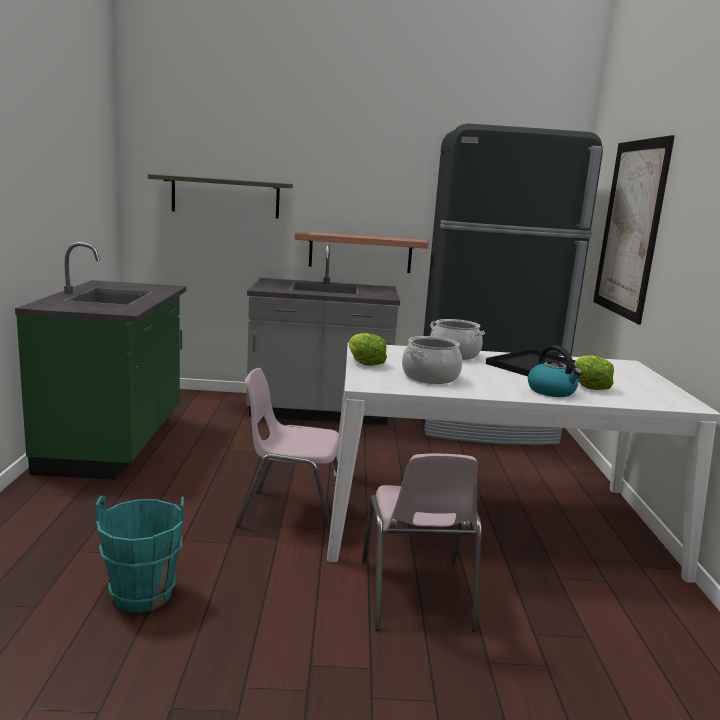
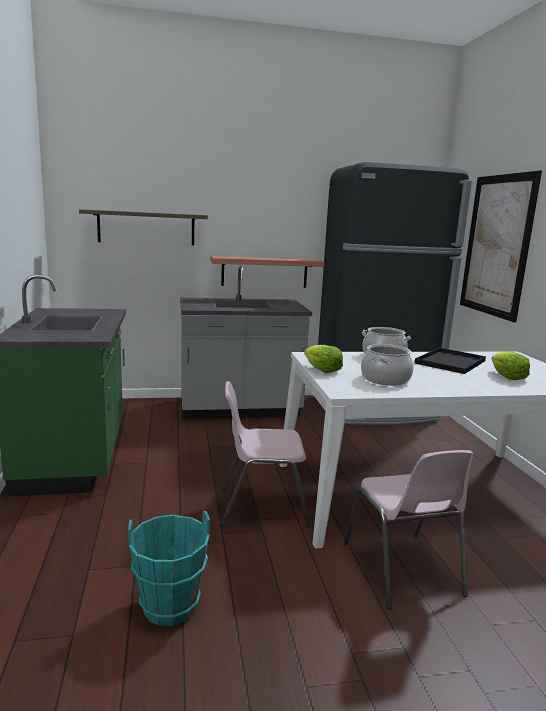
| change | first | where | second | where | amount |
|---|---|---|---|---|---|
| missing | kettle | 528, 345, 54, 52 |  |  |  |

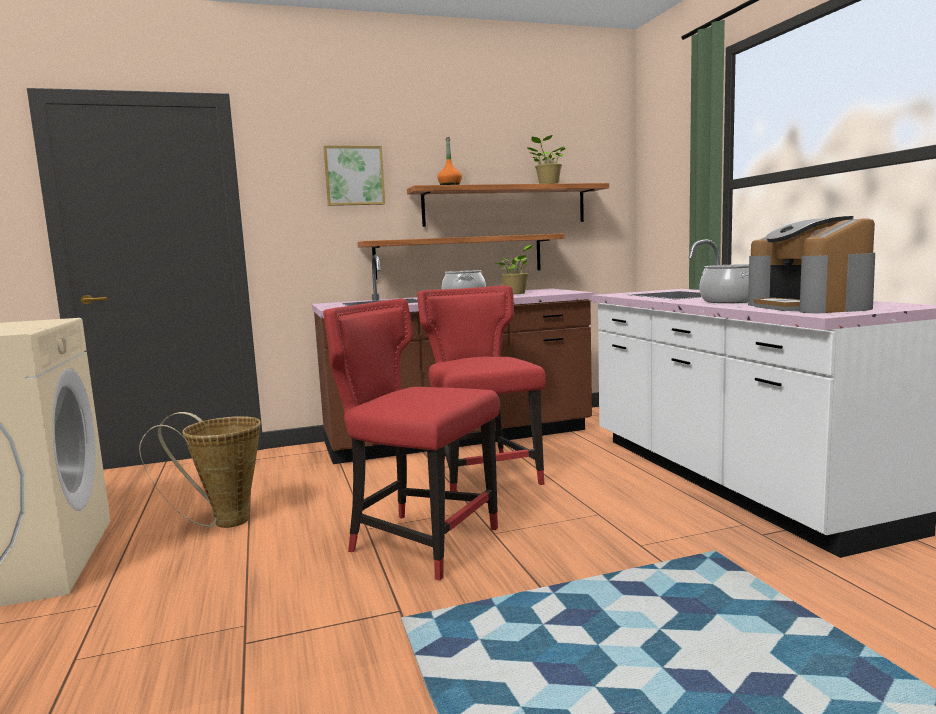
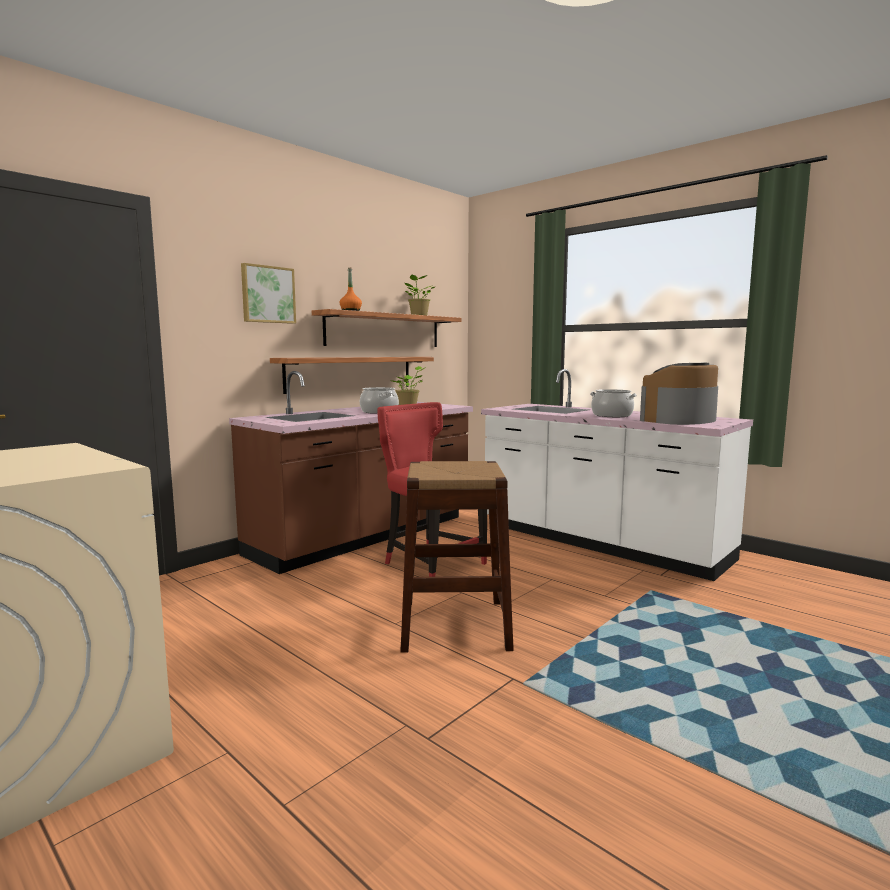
| change | first | where | second | where | amount |
|---|---|---|---|---|---|
| missing | household basket | 139, 412, 122, 116 |  |  |  |
| exchanged | plain chair in red-coloured | 323, 299, 177, 282 | stool in brown-coloured | 400, 461, 114, 192 |  |
| spun | coffee maker | 748, 216, 127, 97 |  | 640, 363, 78, 62 | 90 degrees clockwise |

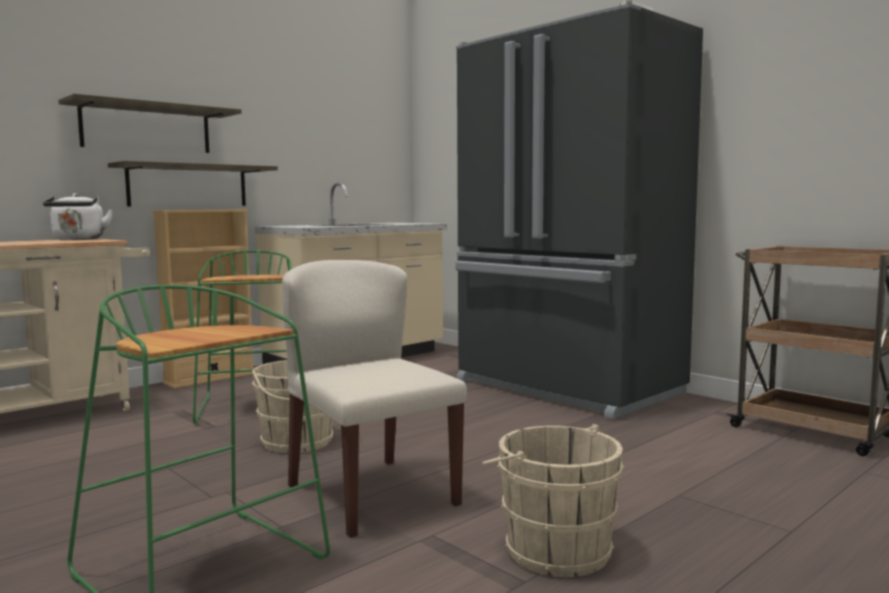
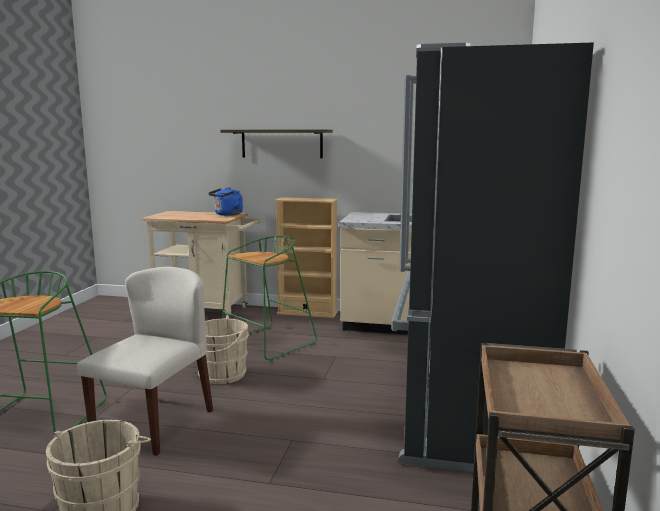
| change | first | where | second | where | amount |
|---|---|---|---|---|---|
| colour | kettle in whitish | 43, 193, 70, 47 | kettle in blue-coloured | 208, 187, 35, 29 |  |
| missing | shelf | 108, 161, 170, 46 |  |  |  |

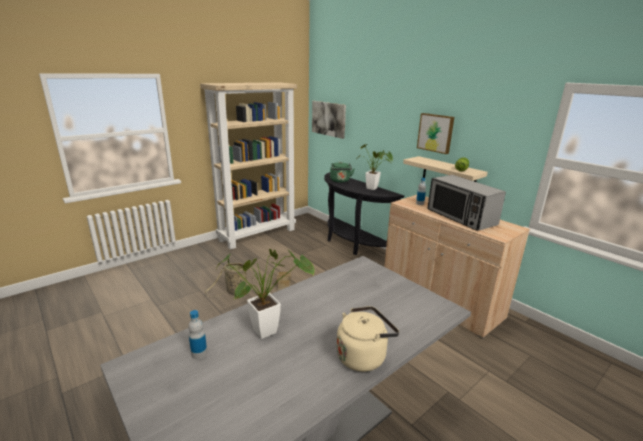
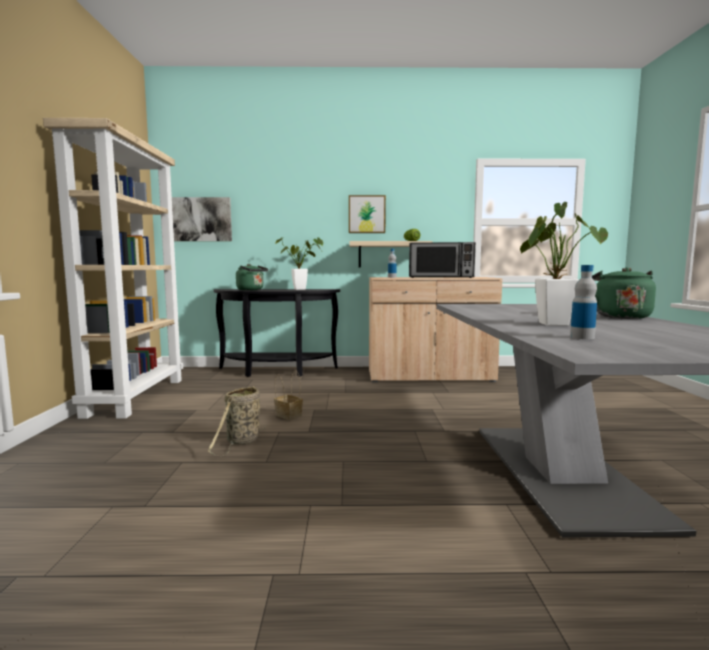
| change | first | where | second | where | amount |
|---|---|---|---|---|---|
| colour | kettle in sand-coloured | 336, 306, 63, 66 | kettle in green | 592, 267, 64, 52 |  |

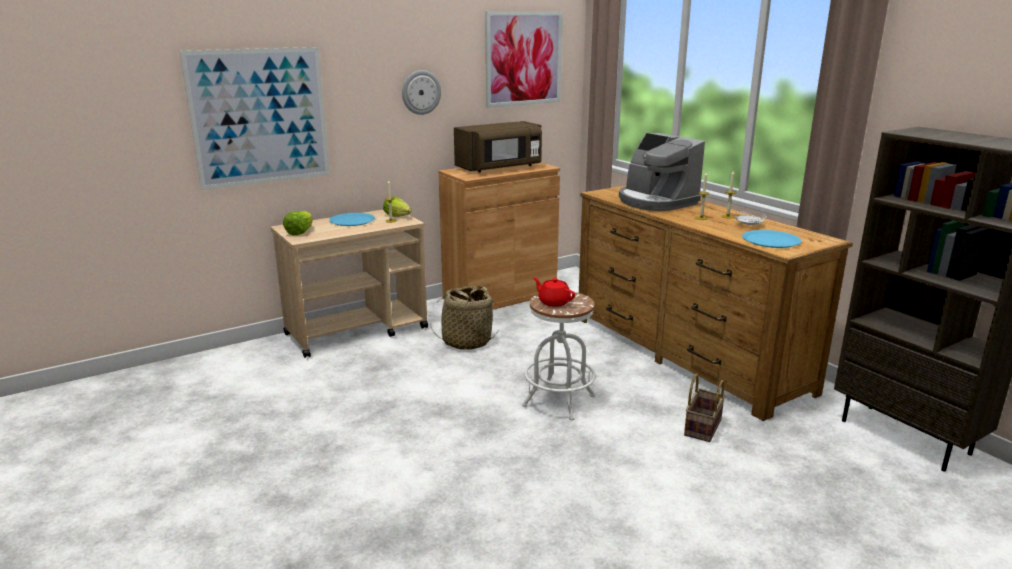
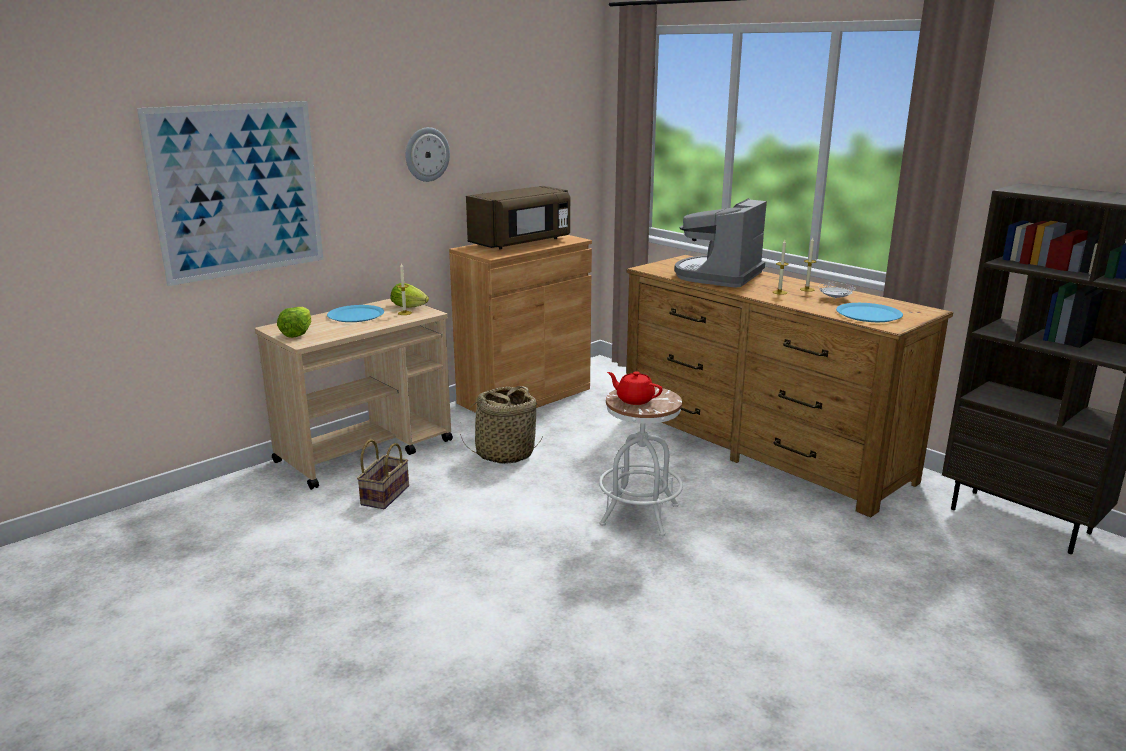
| change | first | where | second | where | amount |
|---|---|---|---|---|---|
| missing | wall picture | 485, 11, 78, 97 |  |  |  |
| spun | coffee maker | 619, 133, 86, 78 |  | 674, 198, 93, 90 | 75 degrees clockwise |
| relocated | household basket | 684, 374, 41, 68 |  | 357, 439, 52, 70 |  |

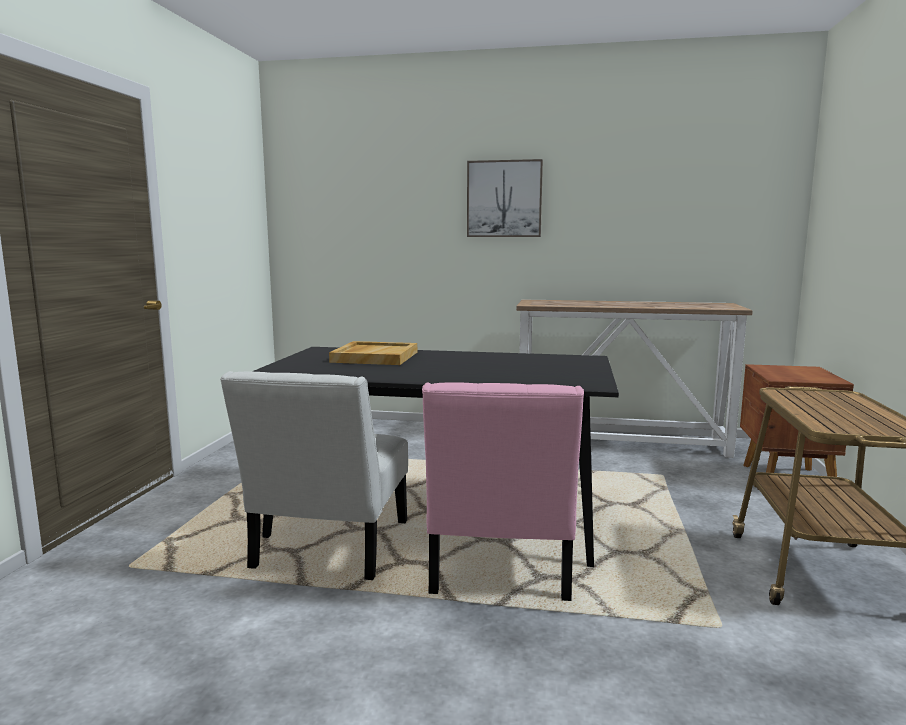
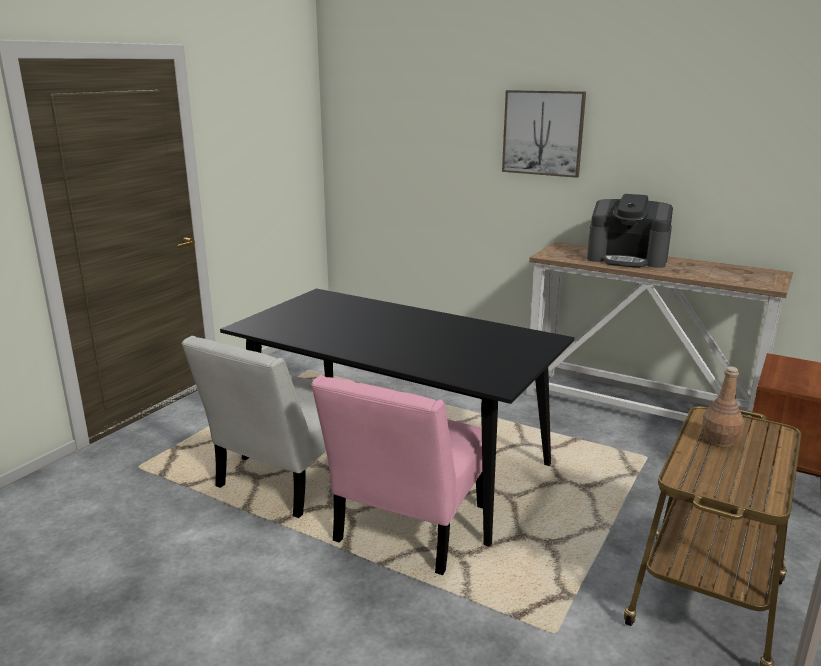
| change | first | where | second | where | amount |
|---|---|---|---|---|---|
| missing | serving tray in sand-coloured | 329, 341, 88, 24 |  |  |  |
| appeared |  |  | coffee maker | 587, 194, 86, 74 |  |
| appeared |  |  | beverage bottle in brown-coloured | 702, 366, 42, 81 |  |

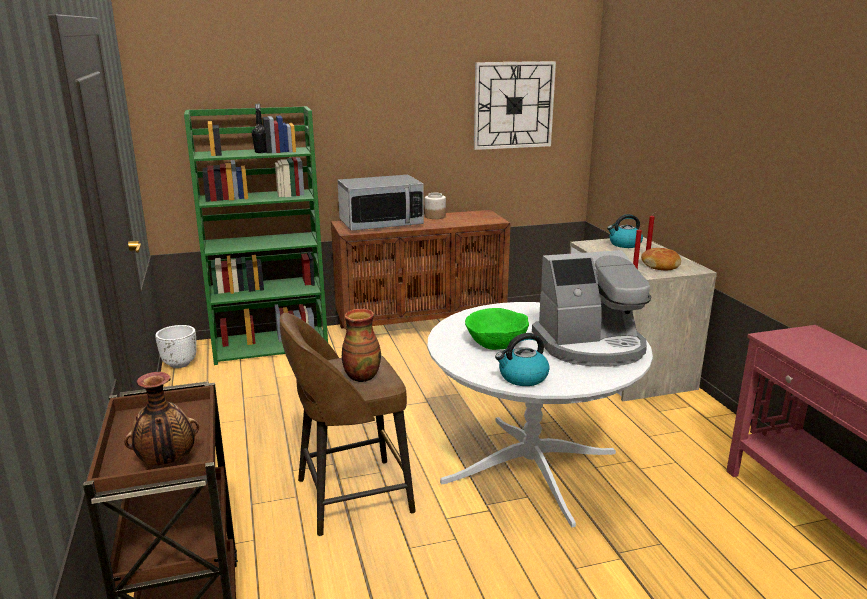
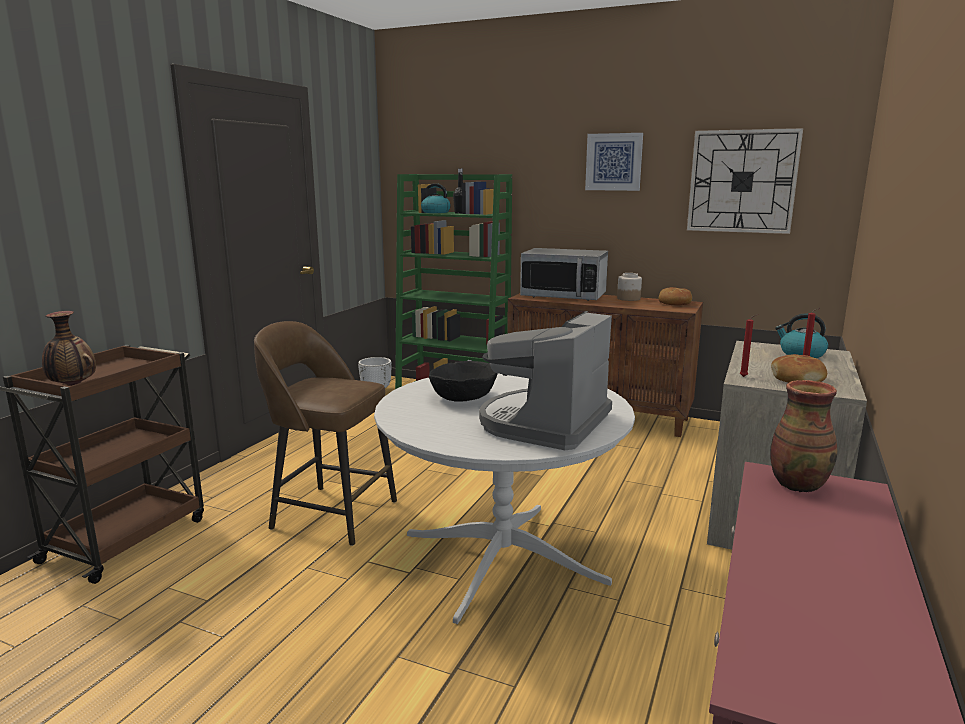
| change | first | where | second | where | amount |
|---|---|---|---|---|---|
| relocated | vase | 342, 309, 39, 73 |  | 770, 380, 67, 113 |  |
| colour | deep dish in green | 465, 308, 64, 42 | deep dish in blackish | 429, 361, 69, 41 |  |
| relocated | kettle | 495, 333, 55, 53 |  | 421, 183, 30, 30 |  |
| spun | coffee maker | 532, 250, 119, 117 |  | 479, 311, 133, 139 | 90 degrees clockwise |
| appeared |  |  | wall picture | 585, 133, 58, 58 |  |
| appeared |  |  | bakery bread | 658, 287, 34, 19 |  |

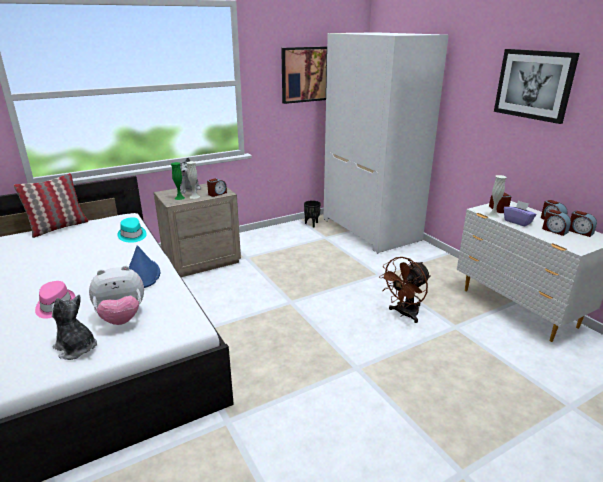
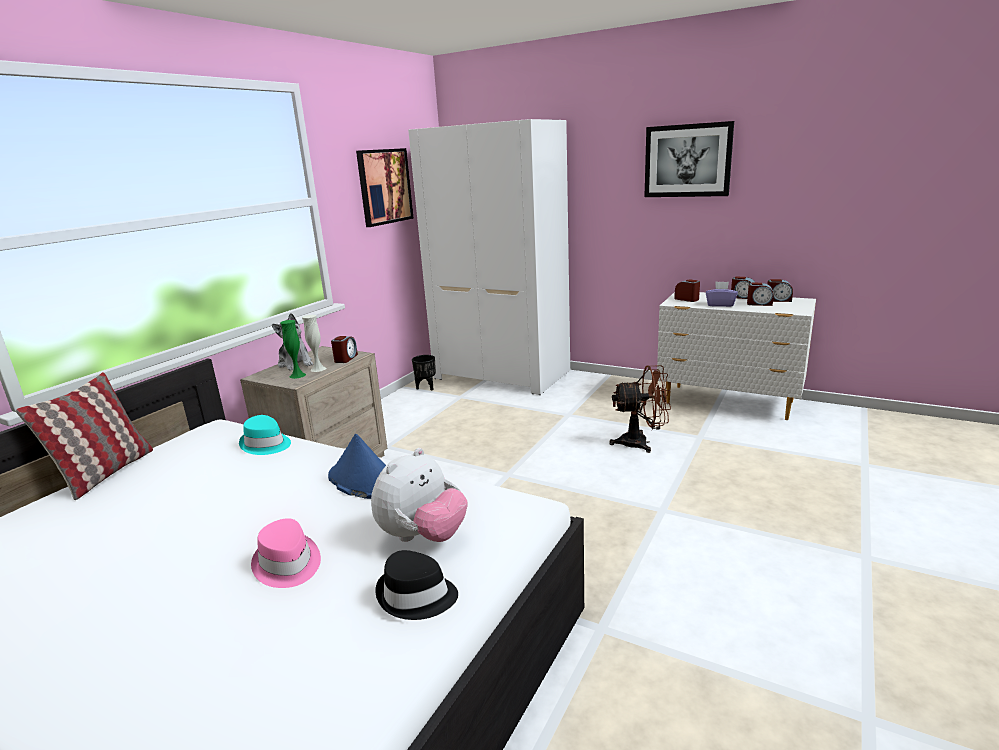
| change | first | where | second | where | amount |
|---|---|---|---|---|---|
| exchanged | plush toy | 51, 295, 46, 65 | clothing hat in blackish | 375, 550, 83, 70 |  |
| spun | fan in brown-coloured | 379, 257, 52, 66 |  | 609, 365, 62, 88 | 105 degrees counterclockwise |
| missing | vase in whitish | 487, 175, 20, 43 |  |  |  |

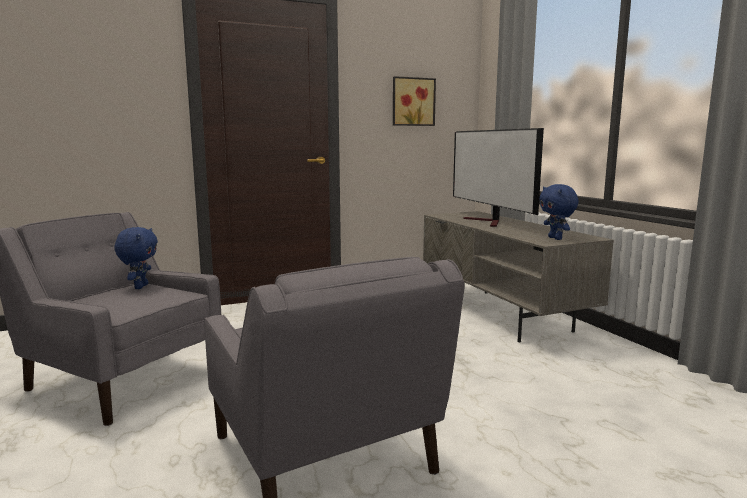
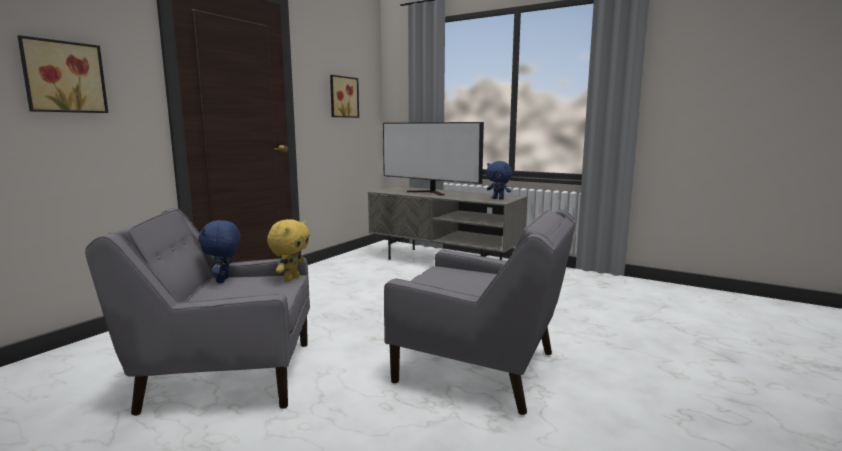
| change | first | where | second | where | amount |
|---|---|---|---|---|---|
| spun | plush toy in blue-coloured | 114, 227, 44, 62 |  | 198, 220, 43, 63 | 150 degrees counterclockwise |
| appeared |  |  | wall picture | 18, 35, 90, 78 |  |
| appeared |  |  | plush toy in yellowish | 267, 219, 43, 62 |  |

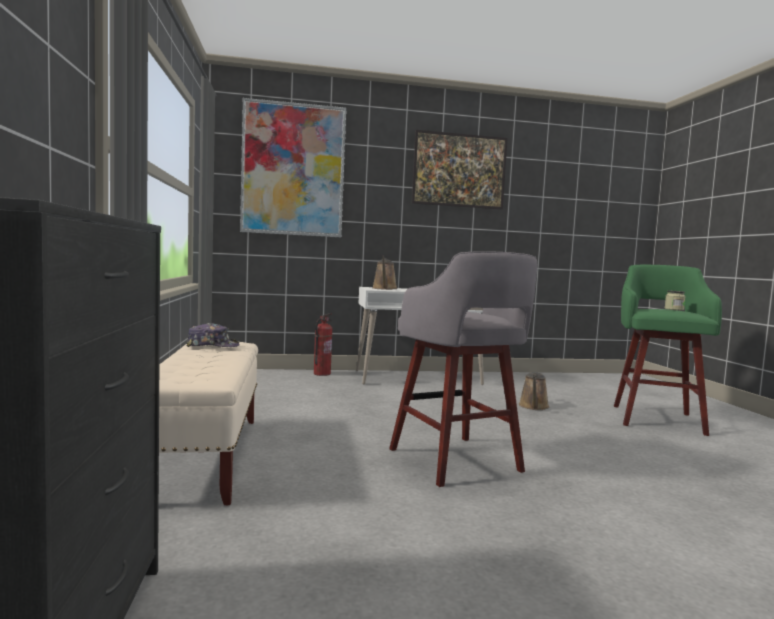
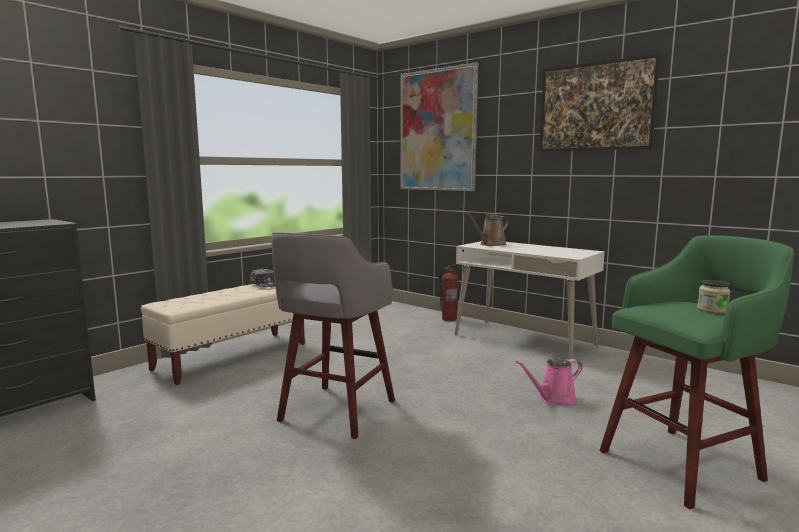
| change | first | where | second | where | amount |
|---|---|---|---|---|---|
| colour | watering pot in brown-coloured | 519, 372, 30, 38 | watering pot in pinkish | 516, 358, 66, 47 |  |

